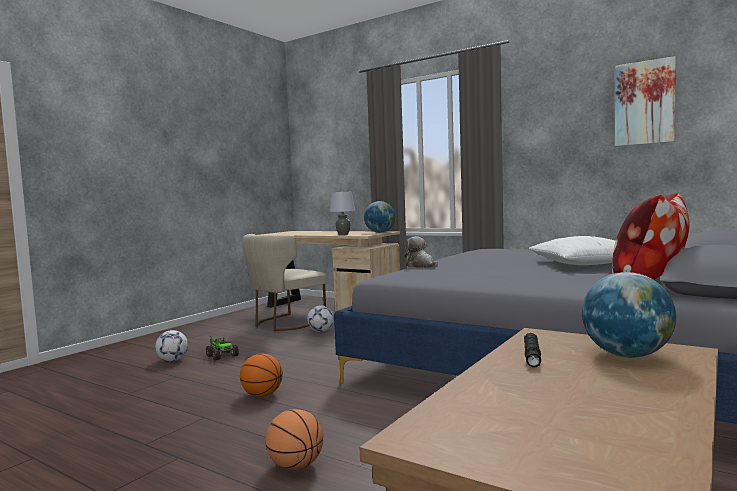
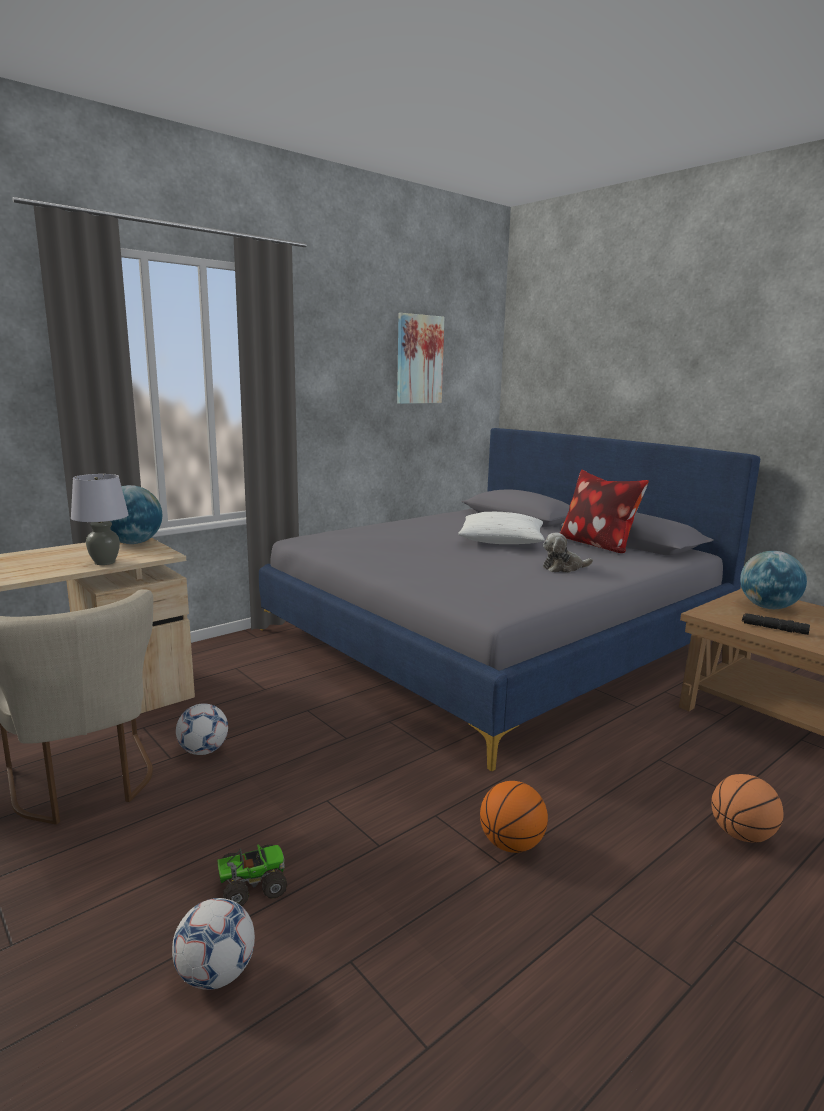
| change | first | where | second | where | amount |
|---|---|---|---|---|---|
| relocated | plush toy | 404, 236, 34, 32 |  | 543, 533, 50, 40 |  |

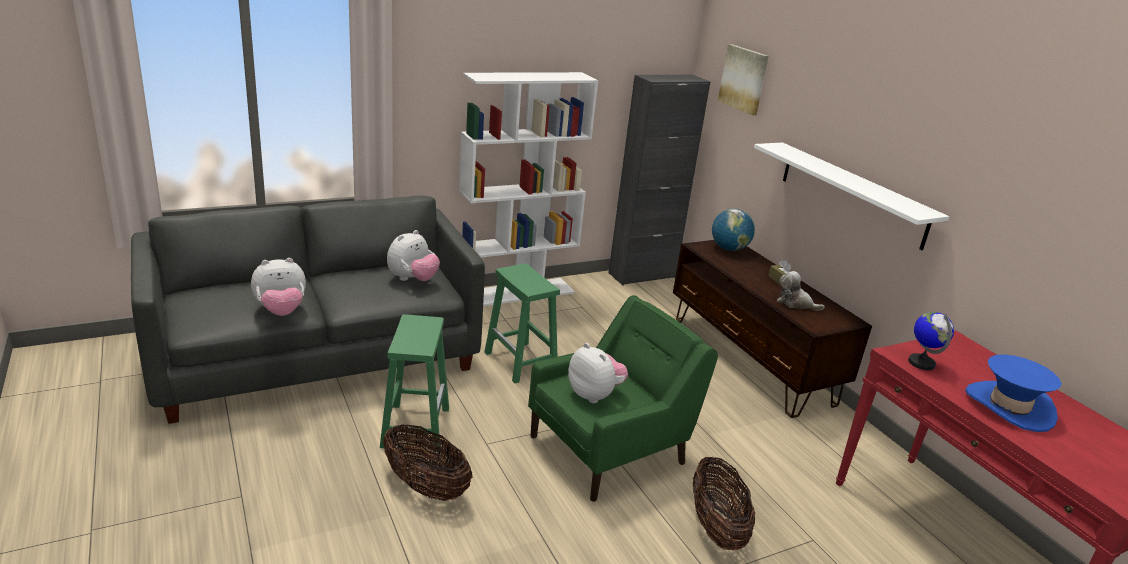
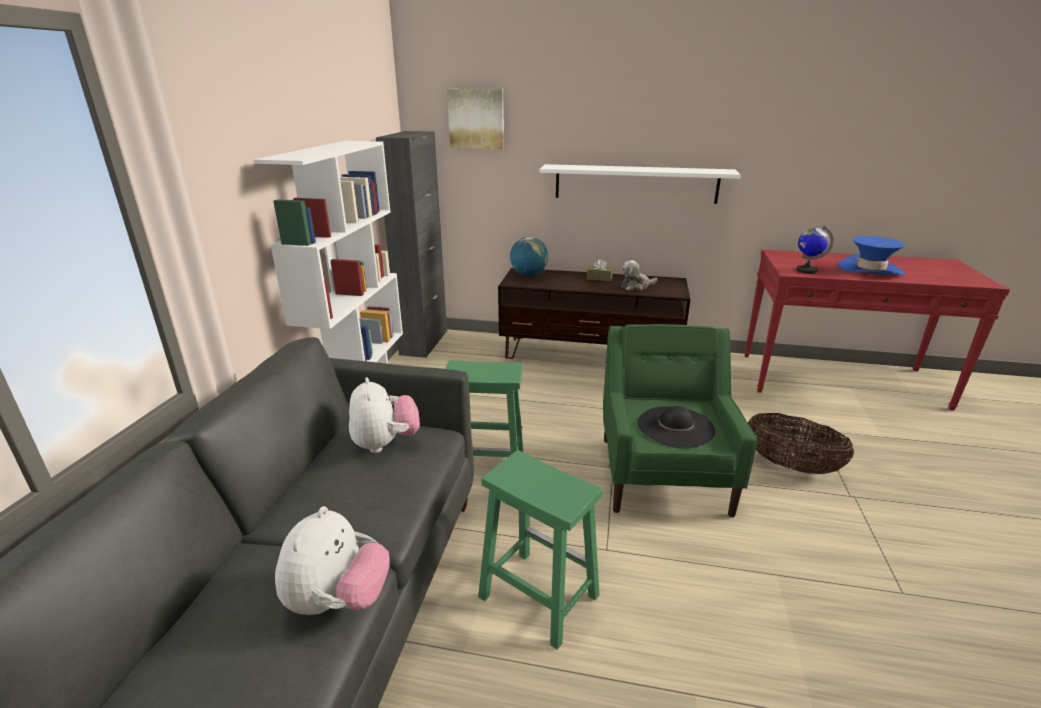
| change | first | where | second | where | amount |
|---|---|---|---|---|---|
| missing | household basket | 383, 424, 89, 77 |  |  |  |
| exchanged | plush toy | 568, 343, 60, 60 | clothing hat in blackish | 637, 406, 78, 42 |  |

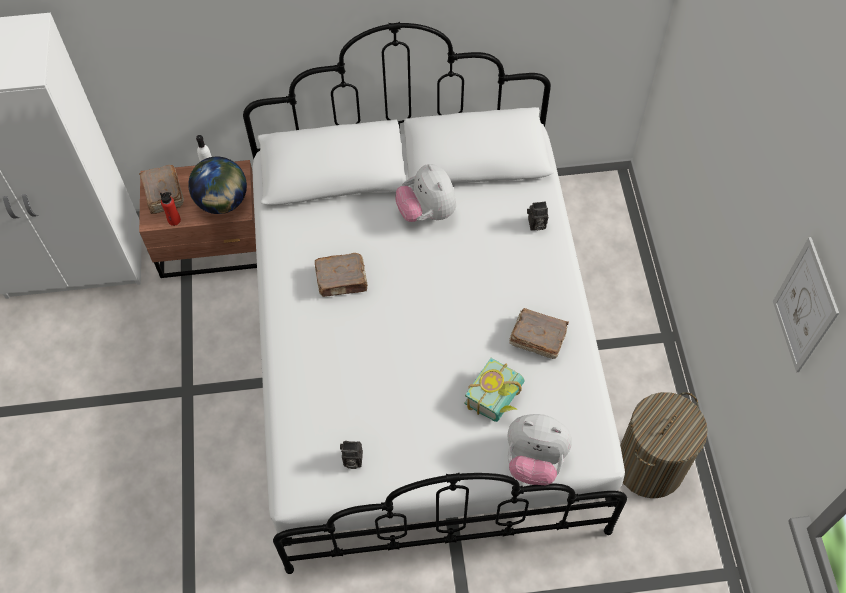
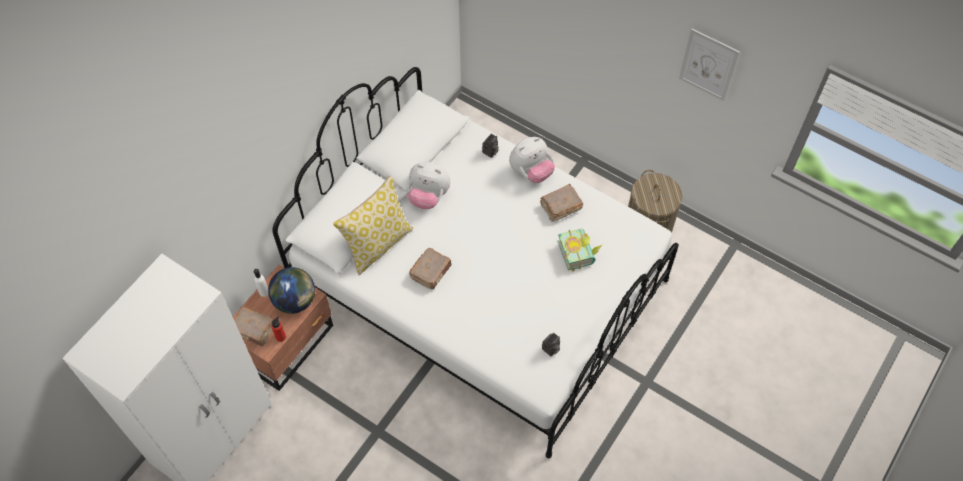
| change | first | where | second | where | amount |
|---|---|---|---|---|---|
| relocated | plush toy | 508, 414, 64, 72 |  | 509, 137, 46, 46 |  |
| appeared |  |  | throw pillow | 333, 175, 81, 100 |  |

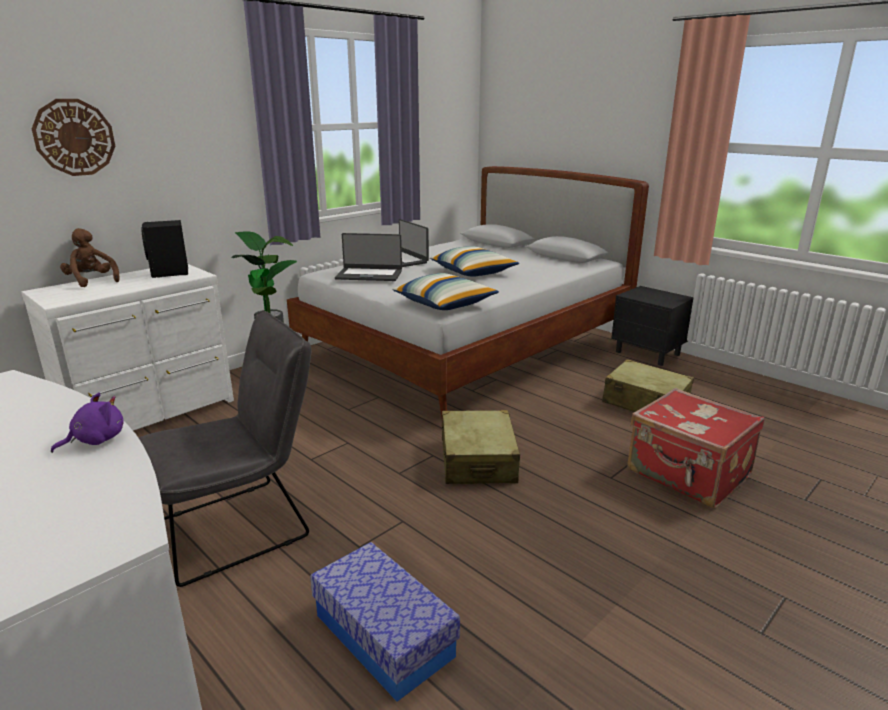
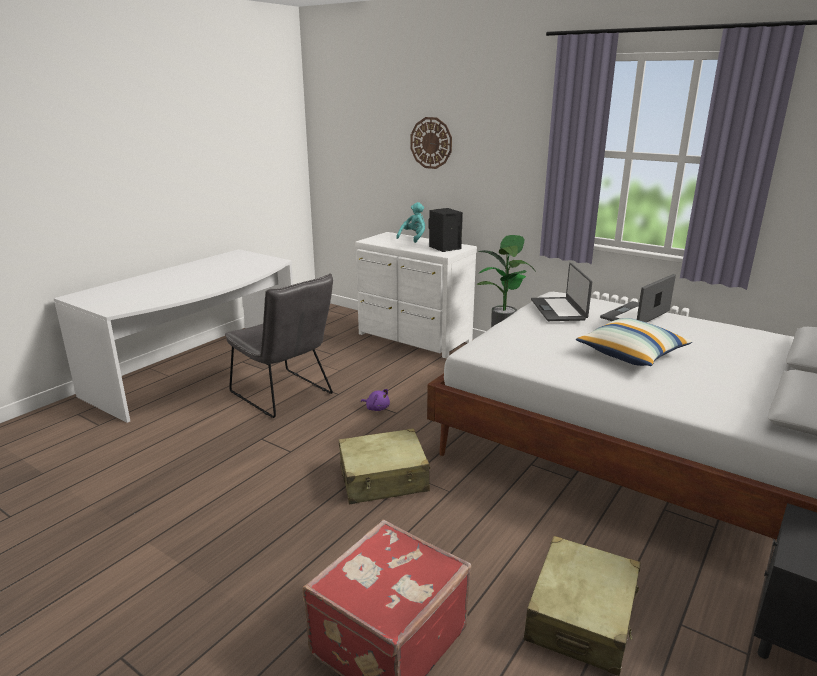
| change | first | where | second | where | amount |
|---|---|---|---|---|---|
| relocated | plush toy in purple | 51, 393, 73, 60 |  | 361, 389, 29, 22 |  |
| colour | plush toy in brown-coloured | 60, 228, 60, 59 | plush toy in blue-green | 396, 202, 29, 41 |  |
| missing | storage box | 310, 542, 150, 160 |  |  |  |
| missing | throw pillow | 392, 273, 107, 37 |  |  |  |

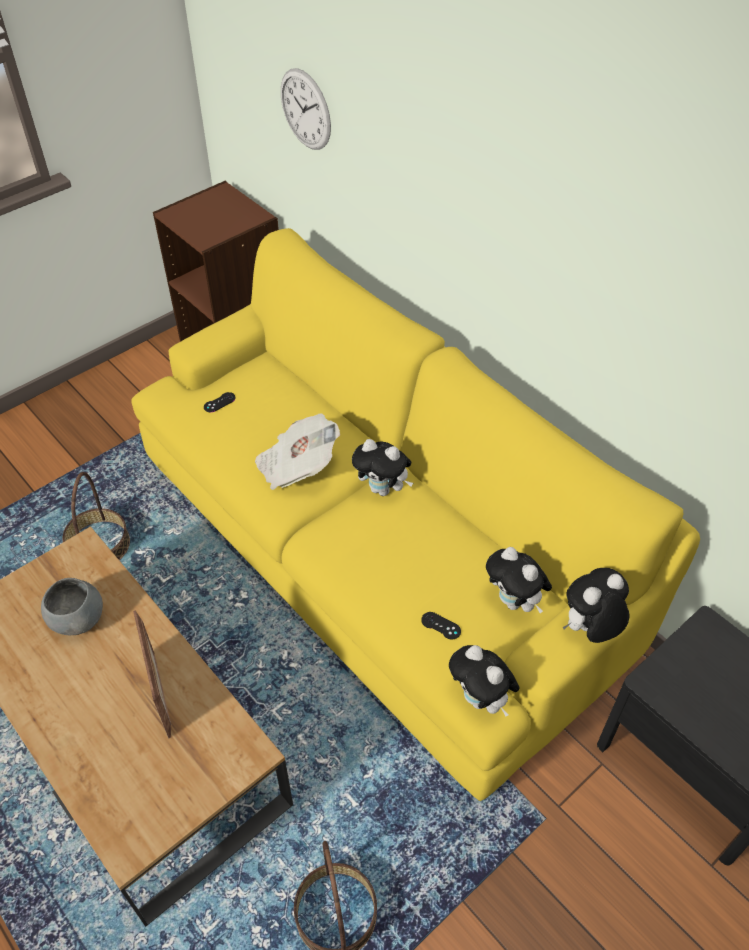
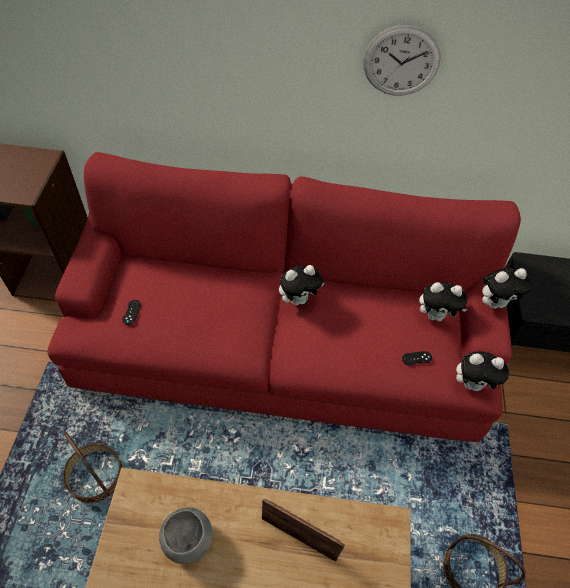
| change | first | where | second | where | amount |
|---|---|---|---|---|---|
| colour | settee in yellowish | 131, 228, 569, 573 | settee in red-coloured | 48, 152, 473, 290 |  |
| missing | daily paper | 255, 414, 85, 76 |  |  |  |
| relocated | clock on the wall | 281, 68, 50, 82 |  | 363, 25, 78, 70 |  |
| spun | plush toy | 563, 568, 67, 75 |  | 482, 268, 51, 41 | 120 degrees counterclockwise |

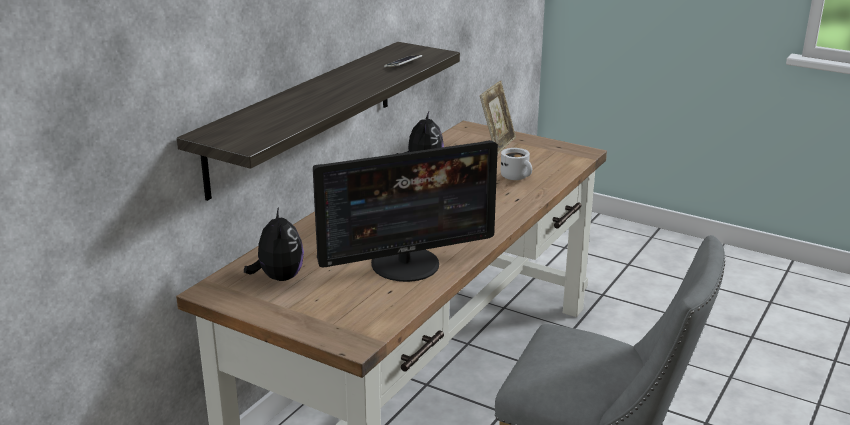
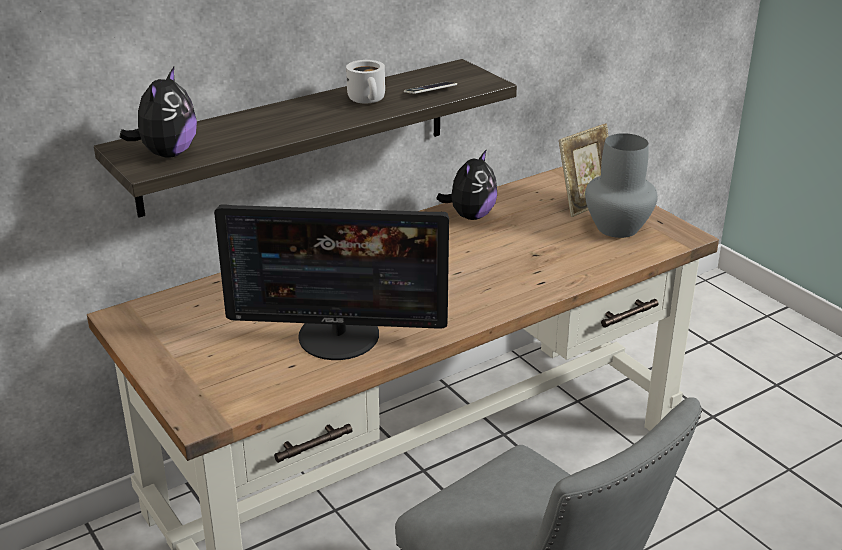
| change | first | where | second | where | amount |
|---|---|---|---|---|---|
| relocated | plush toy | 244, 207, 60, 74 |  | 120, 67, 77, 91 |  |
| relocated | mug in whitish | 501, 148, 31, 32 |  | 346, 60, 39, 43 |  |
| appeared |  |  | vase in grey | 585, 133, 73, 105 |  |

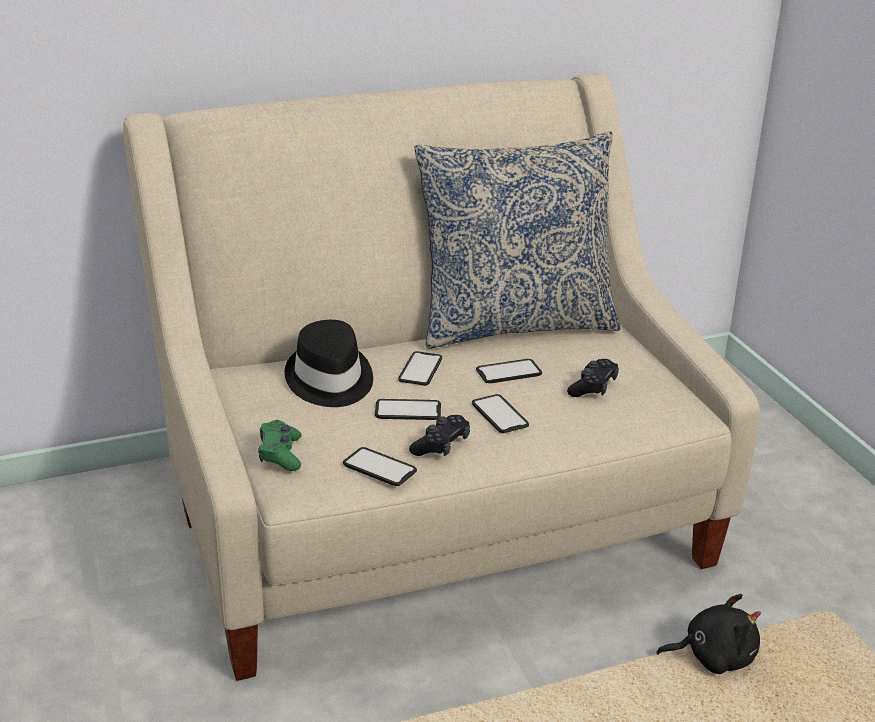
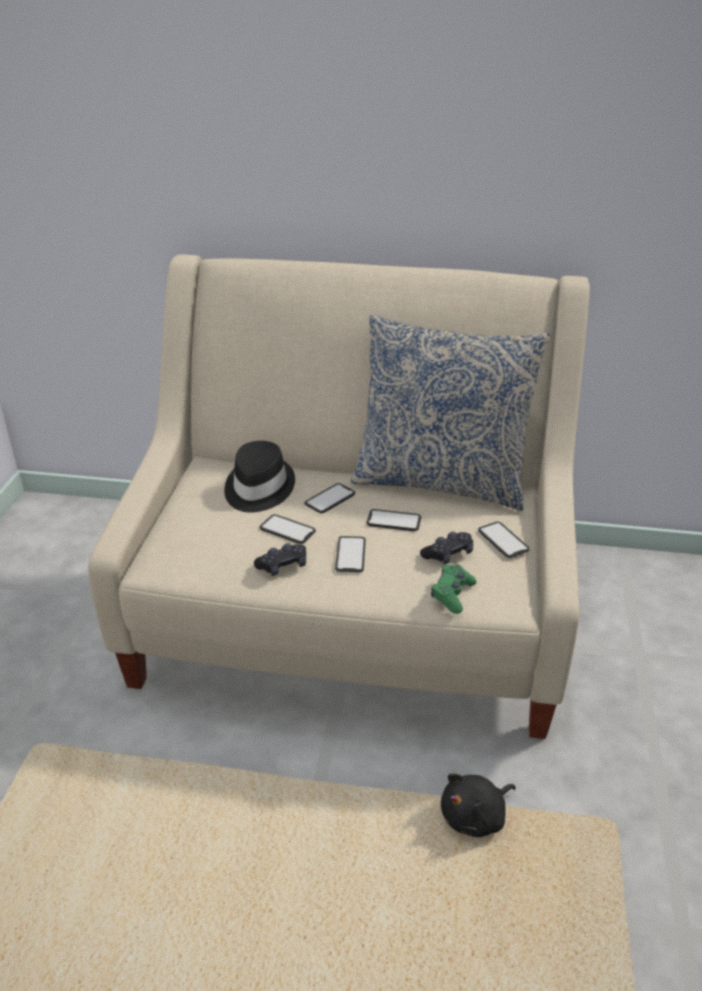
| change | first | where | second | where | amount |
|---|---|---|---|---|---|
| relocated | game controller in green | 258, 420, 44, 51 |  | 431, 564, 46, 50 |  |
| relocated | phone | 343, 447, 74, 39 |  | 478, 522, 52, 36 |  |
| spun | plush toy in blackish | 656, 594, 105, 80 |  | 441, 774, 75, 63 | 120 degrees clockwise |

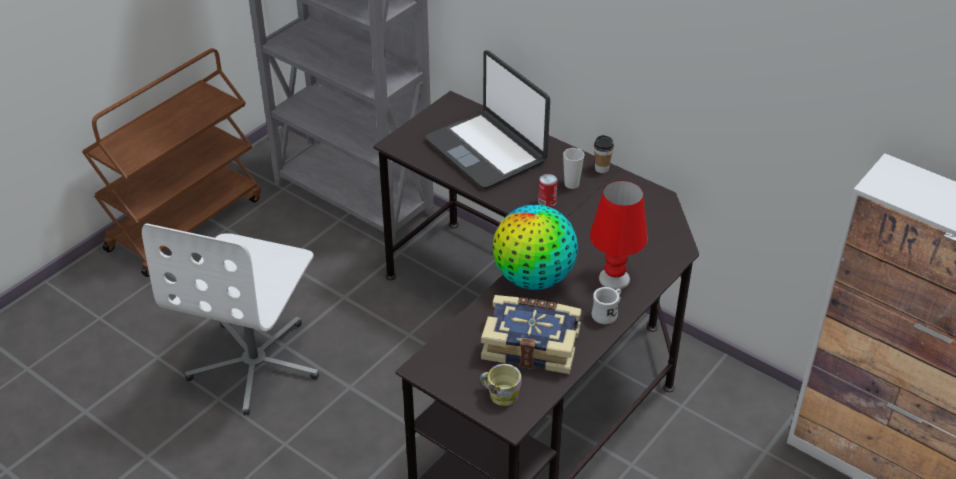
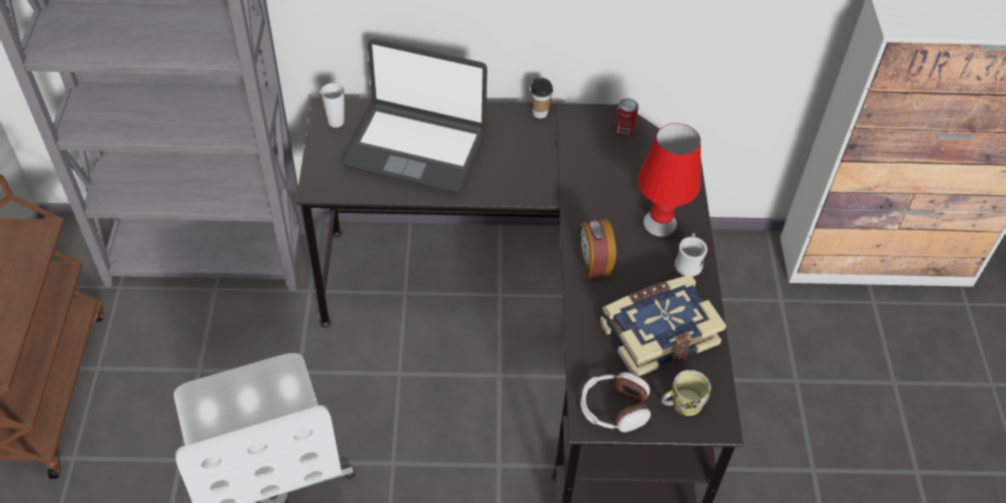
| change | first | where | second | where | amount |
|---|---|---|---|---|---|
| exchanged | world globe | 493, 205, 85, 85 | alarm clock | 579, 219, 37, 60 |  |
| relocated | sealed can | 538, 174, 20, 34 |  | 615, 98, 24, 38 |  |
| relocated | drinking cup | 563, 148, 22, 41 |  | 321, 83, 23, 45 |  |
| appeared |  |  | headphones | 581, 372, 70, 61 |  |

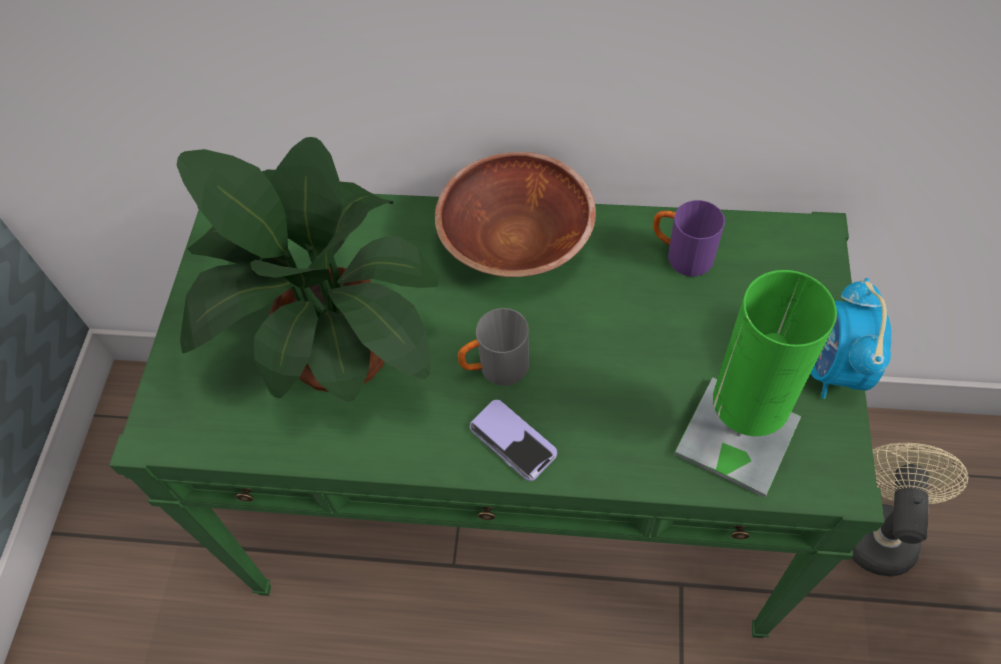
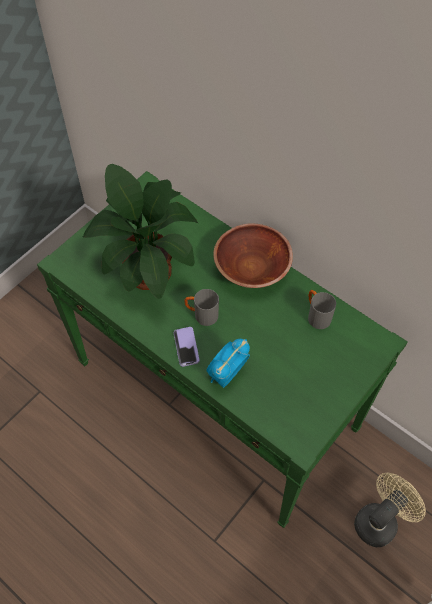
| change | first | where | second | where | amount |
|---|---|---|---|---|---|
| colour | mug in purple | 653, 200, 72, 77 | mug in grey | 308, 290, 28, 39 |  |
| missing | table lamp in green | 674, 270, 163, 227 |  |  |  |
| relocated | alarm clock | 811, 278, 80, 121 |  | 206, 339, 44, 49 |  |

